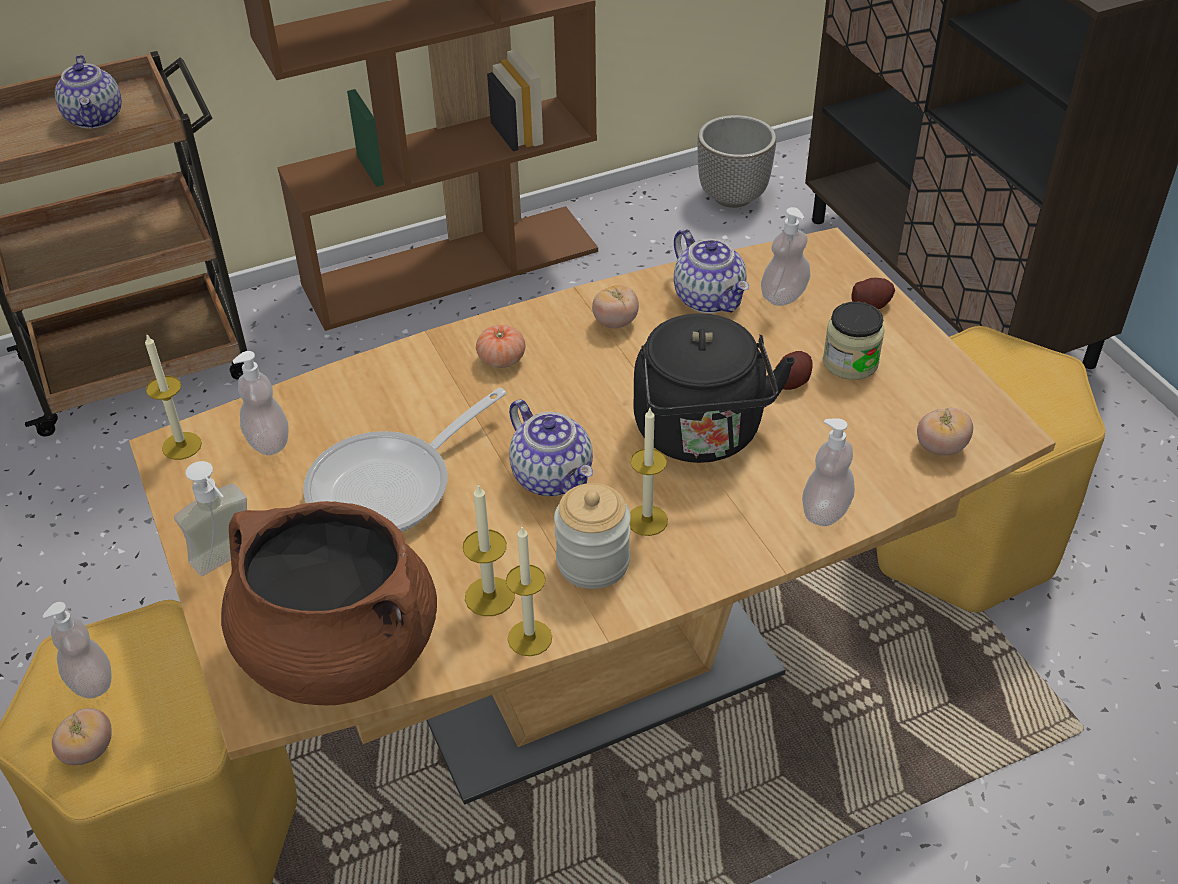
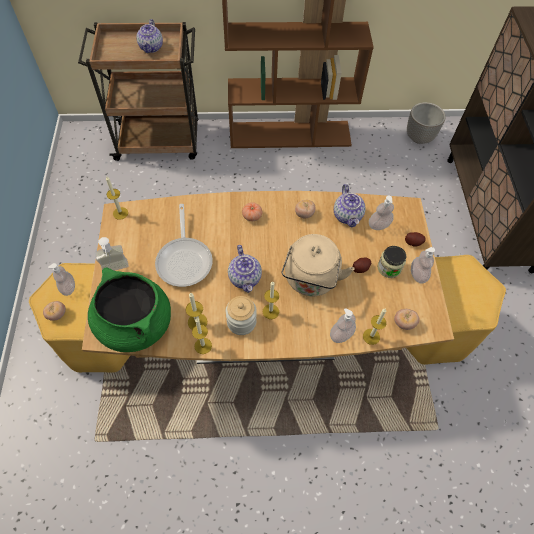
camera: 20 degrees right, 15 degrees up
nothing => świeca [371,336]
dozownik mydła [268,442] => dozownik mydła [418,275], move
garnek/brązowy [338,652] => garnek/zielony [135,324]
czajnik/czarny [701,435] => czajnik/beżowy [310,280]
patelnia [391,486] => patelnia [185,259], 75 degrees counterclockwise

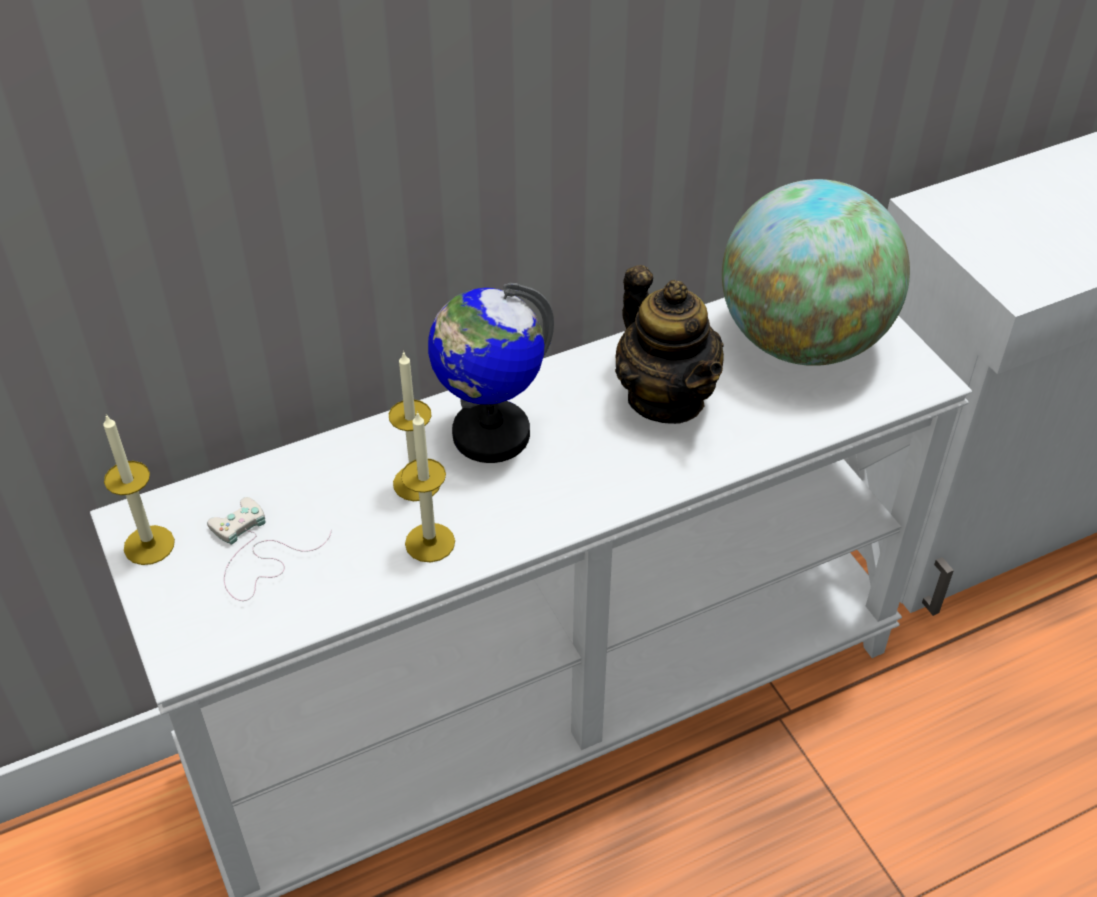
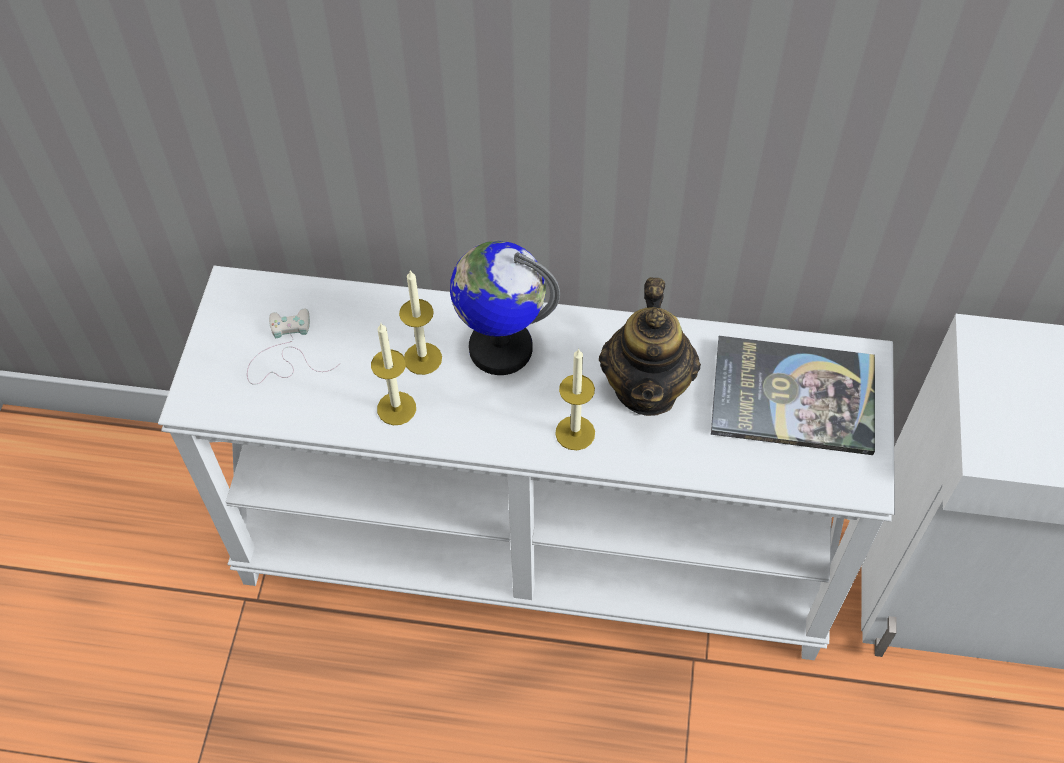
camera: 35 degrees right, 10 degrees up
świeca [149,545] => świeca [575,433], move
globus [801,340] => książka [793,396]

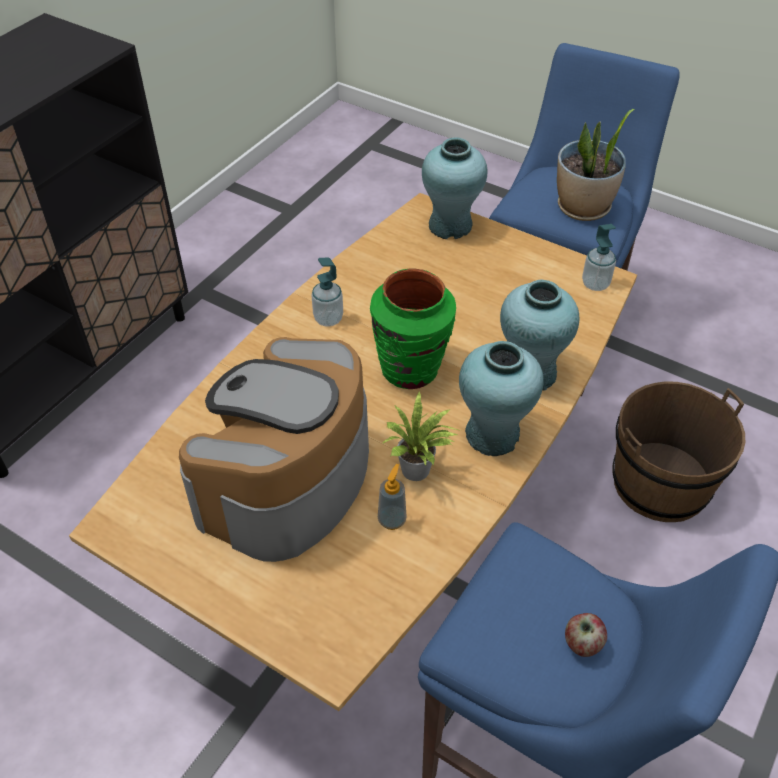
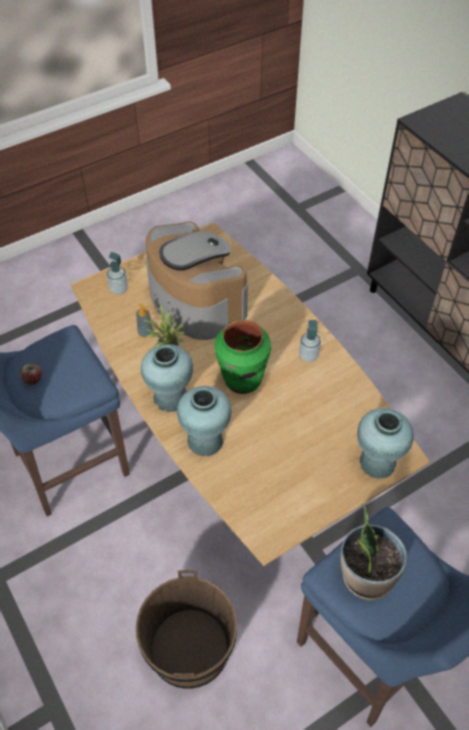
camera: 115 degrees right, 5 degrees up
dozownik mydła [595,284] => dozownik mydła [119,289], move

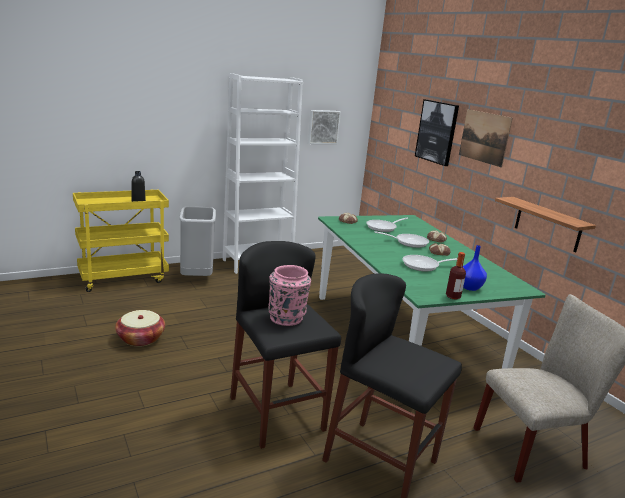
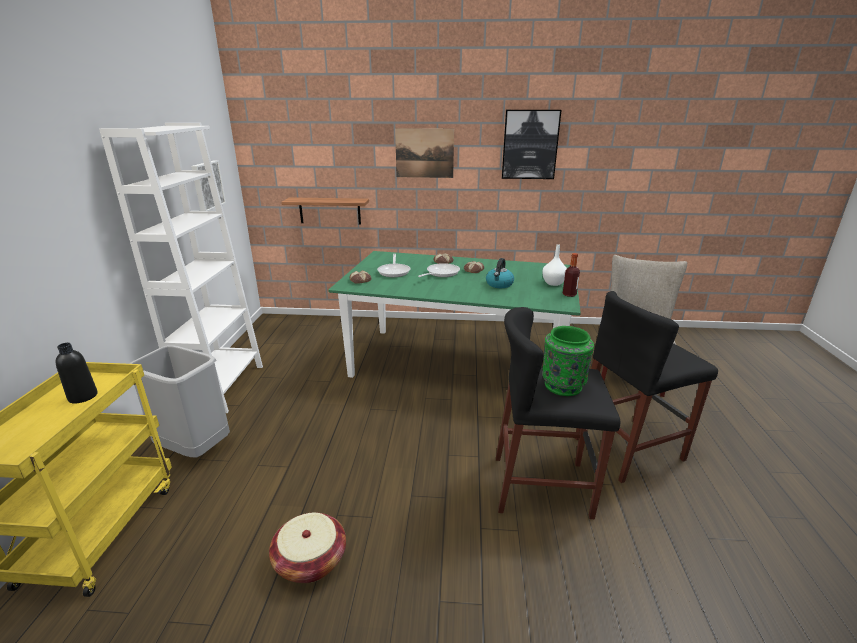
camera: 55 degrees left, 5 degrees up
obraz [437,132] => obraz [530,144], move
półka [547,224] => półka [330,210], move
patelnia [423,266] => czajnik [499,284]
wazon/różowy [287,318] => wazon/zielony [562,385]
wazon/niebieski [470,288] => wazon/biały [554,283]

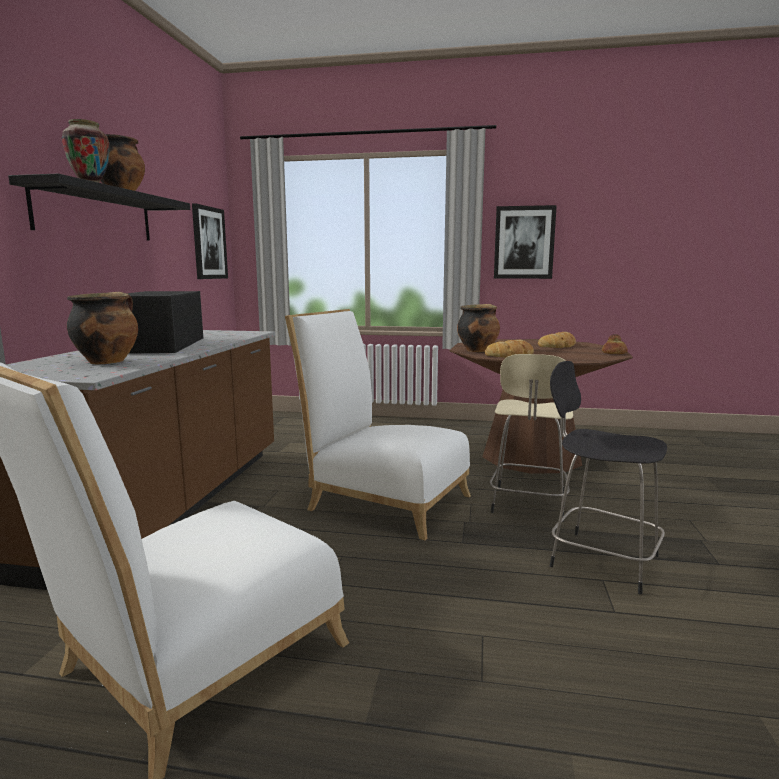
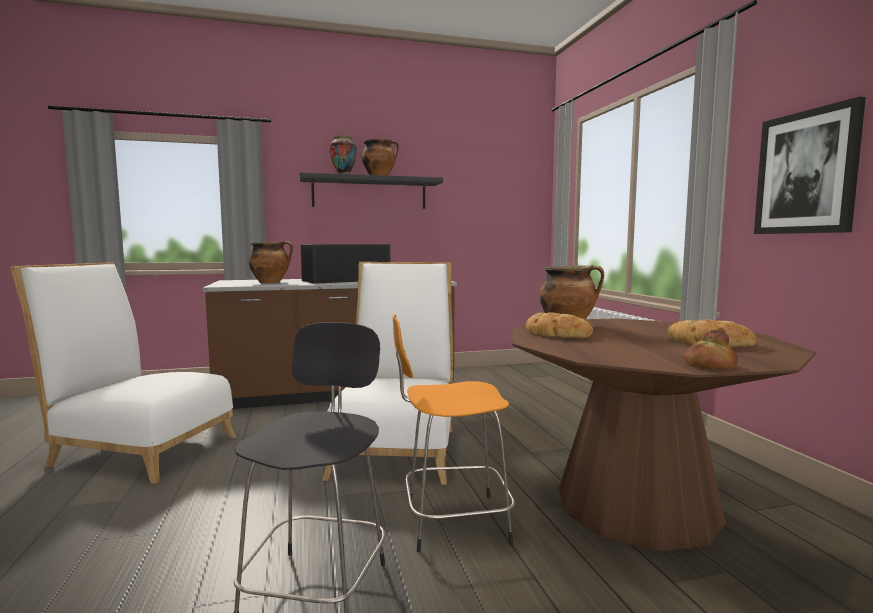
camera: 65 degrees right, 5 degrees down
obraz [209,243] => nothing
stołek/beżowy [528,504] => stołek/pomarańczowy [452,521]

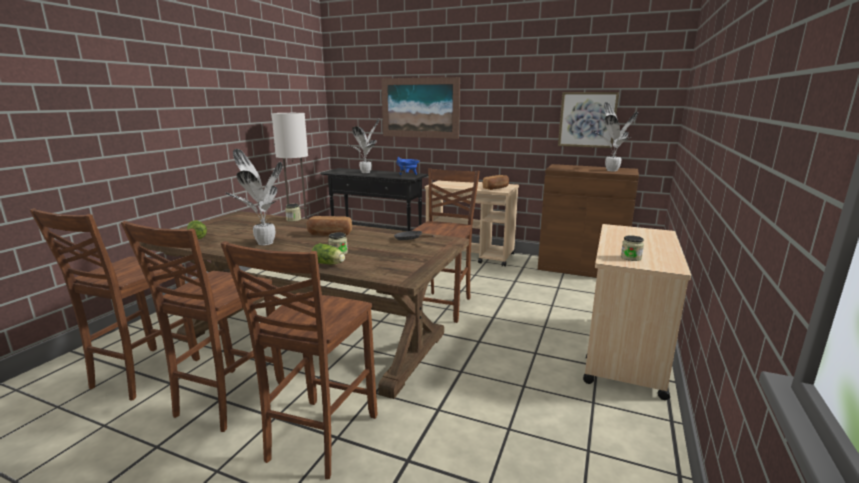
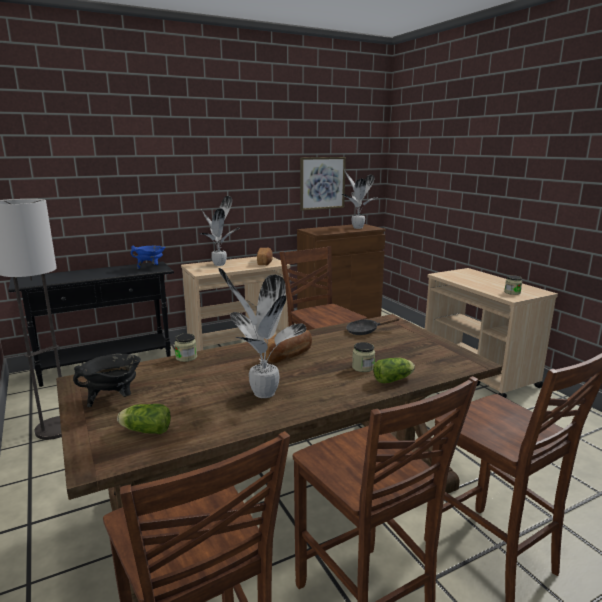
camera: 50 degrees left, 0 degrees up
obraz [420,108] => nothing
nothing => garnek/czarny [114,399]
roślina doniczkowa [366,172] => roślina doniczkowa [220,264], move

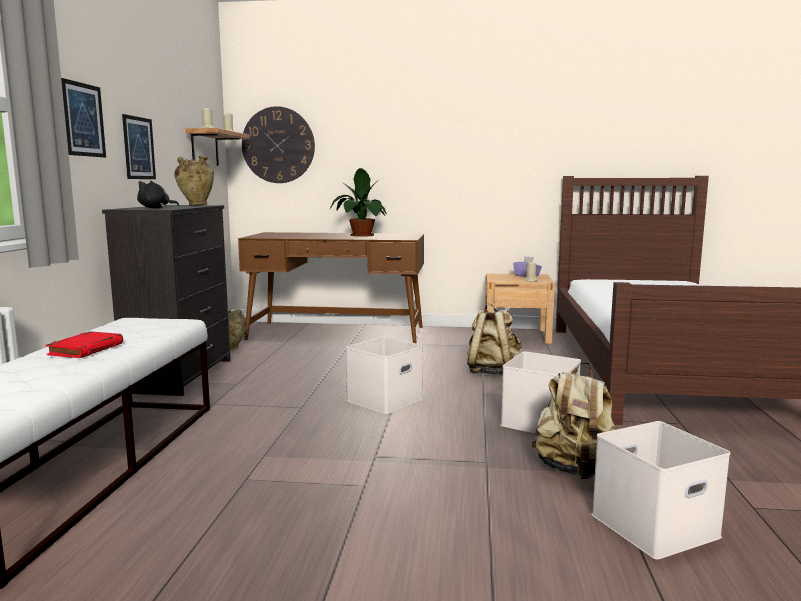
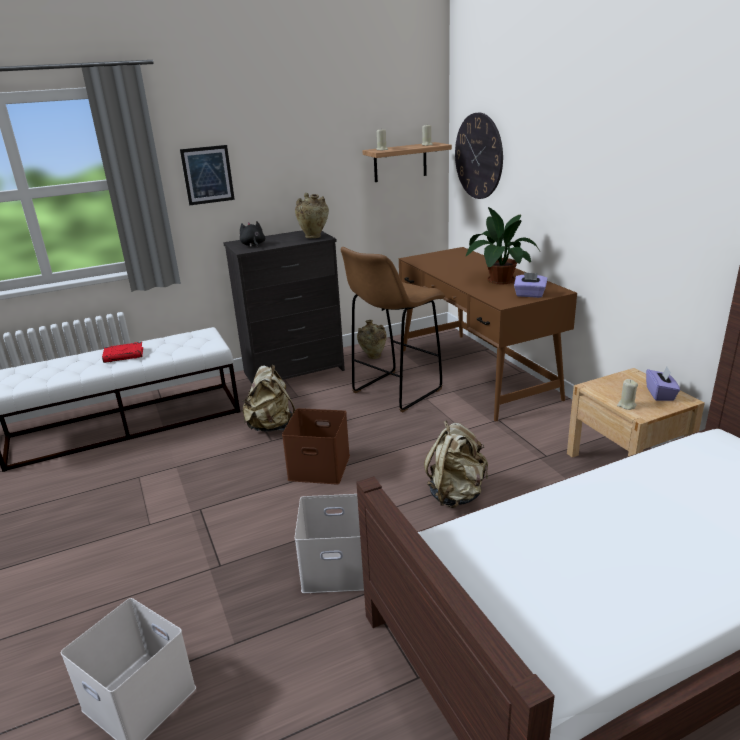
camera: 60 degrees right, 15 degrees up
obraz [139,148] => nothing
nothing => stołek/brązowy [395,392]
nothing => pudełko chusteczek/fioletowy [529,295]
plecak/beżowy [574,470] => plecak/beżowy [272,426], move
pojemnik do przechowywania/biały [384,400] => pojemnik do przechowywania/brązowy [318,468]

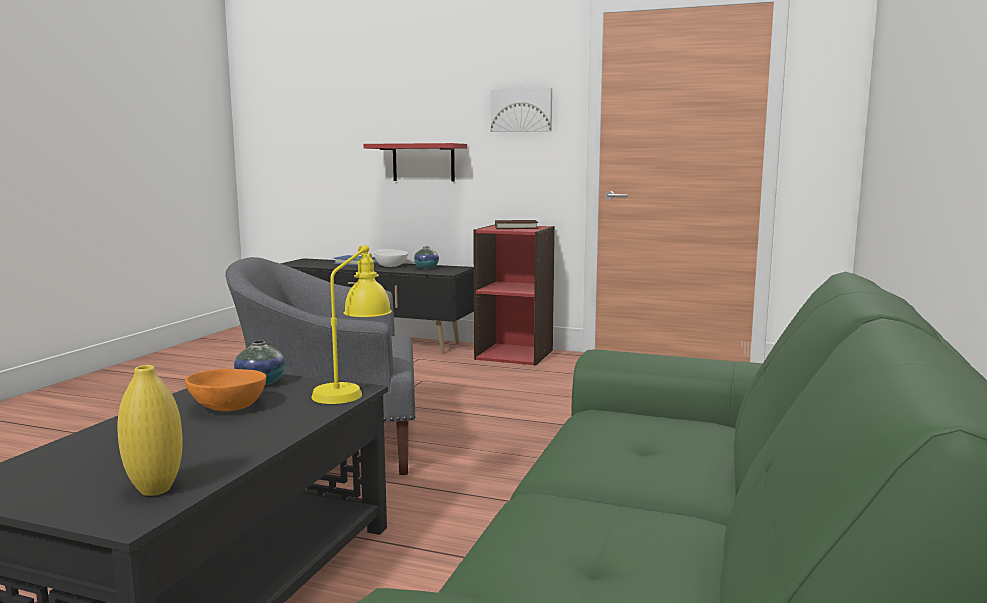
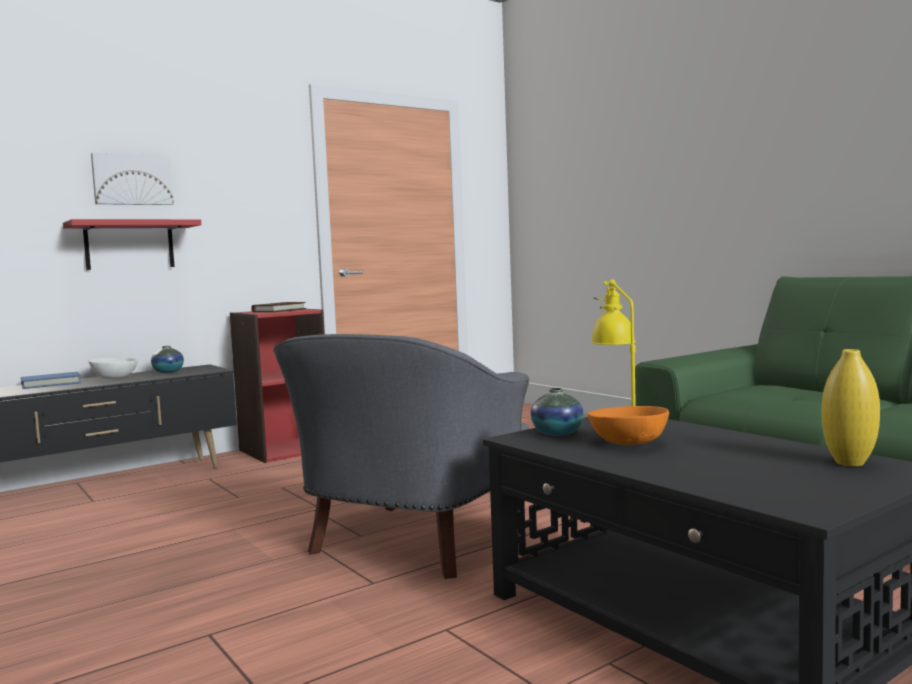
camera: 55 degrees left, 5 degrees down
obraz [522,110] => obraz [132,180], move

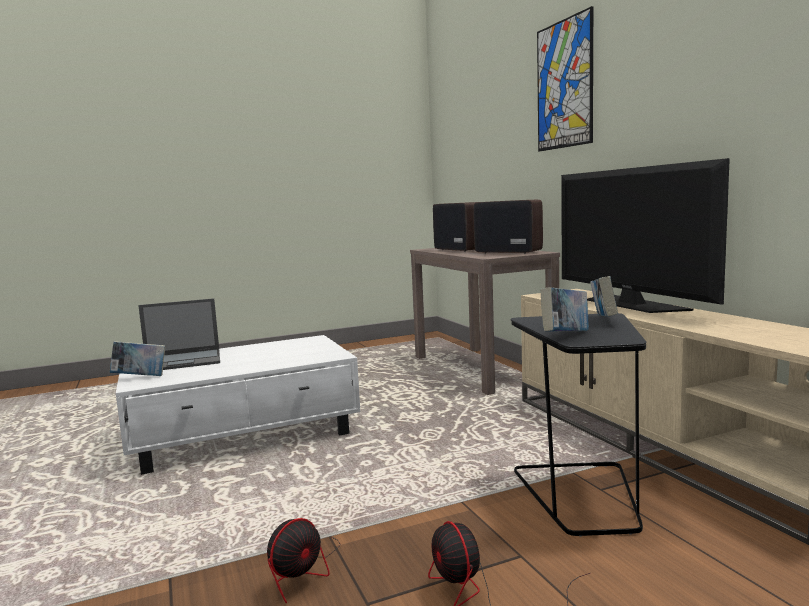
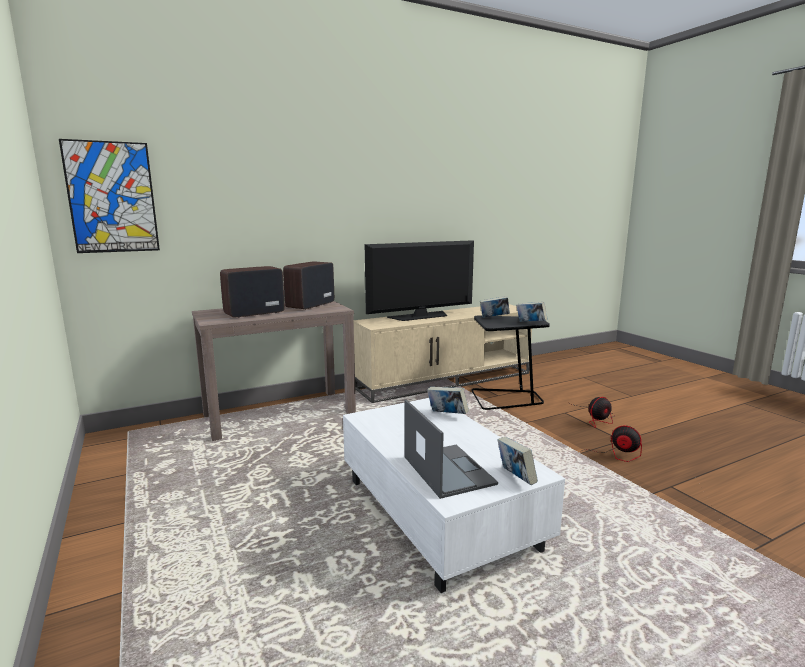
camera: 95 degrees left, 5 degrees up
nothing => książka [447,415]
obraz [564,84] => obraz [112,197], move

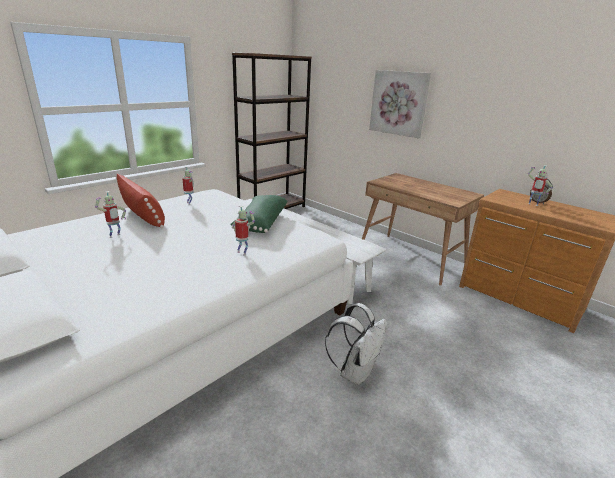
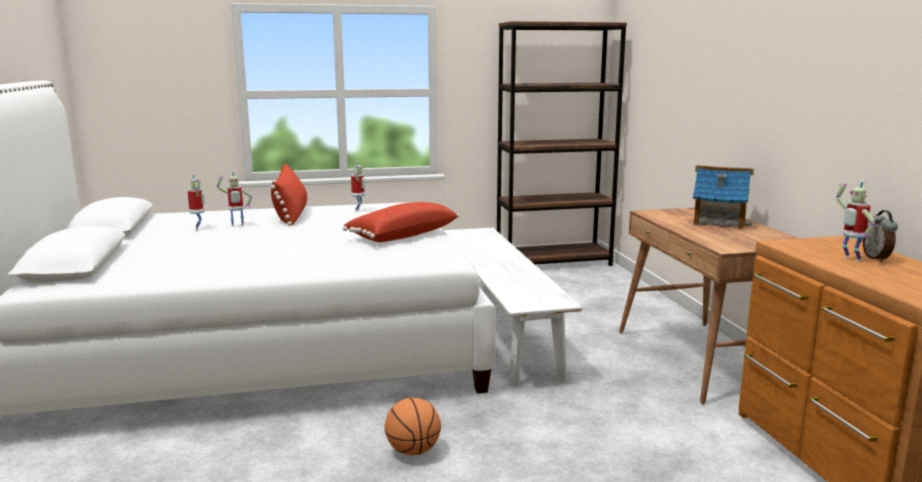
camera: 35 degrees right, 10 degrees down
obraz [399,103] => nothing
nothing => domek [718,221]
robot zabawkowy [243,253] => robot zabawkowy [199,229], move
plecak/biały [355,371] => piłka do koszykówki [413,451]
poduszka/zielony [260,222] => poduszka/czerwony [402,236]

